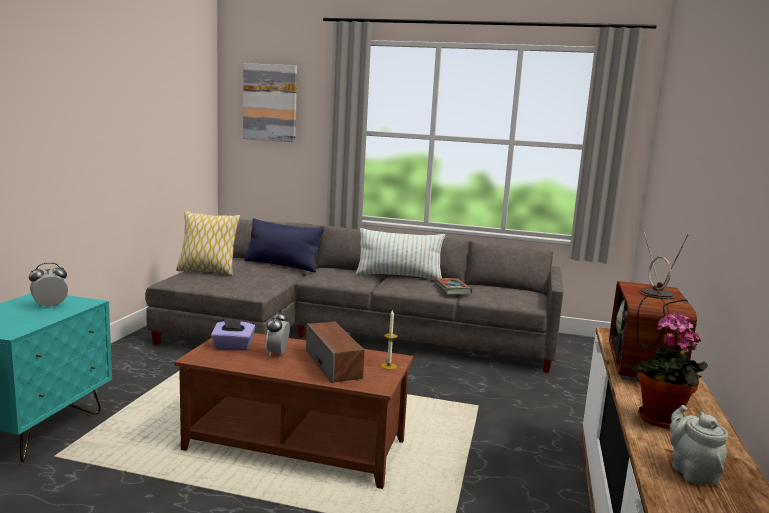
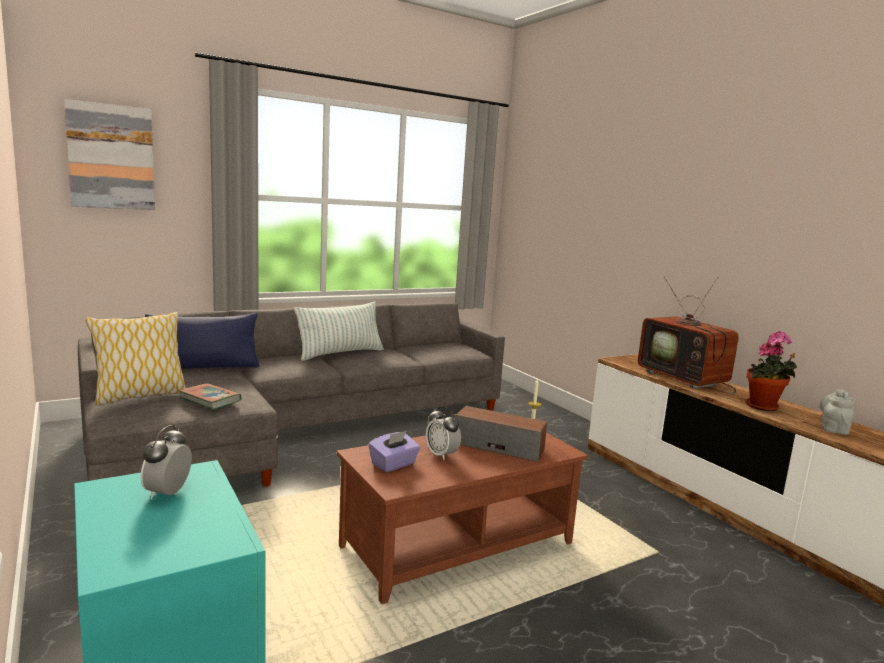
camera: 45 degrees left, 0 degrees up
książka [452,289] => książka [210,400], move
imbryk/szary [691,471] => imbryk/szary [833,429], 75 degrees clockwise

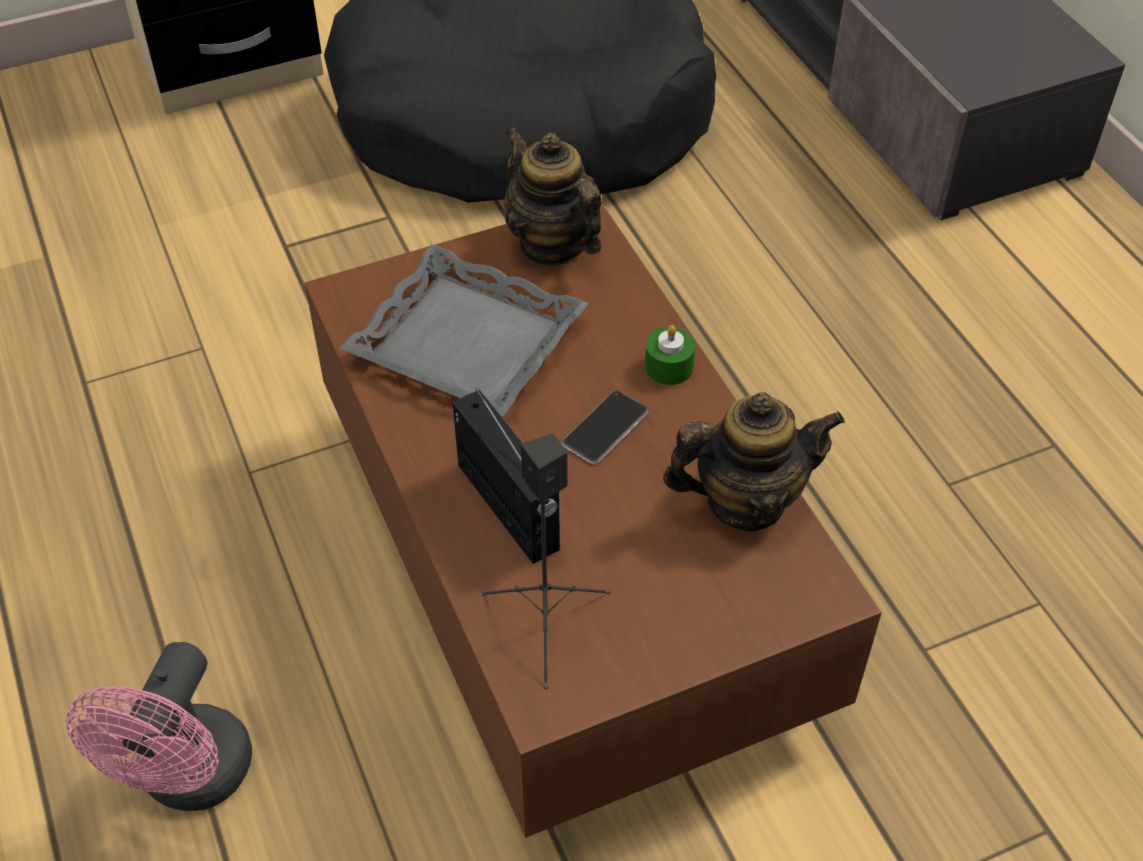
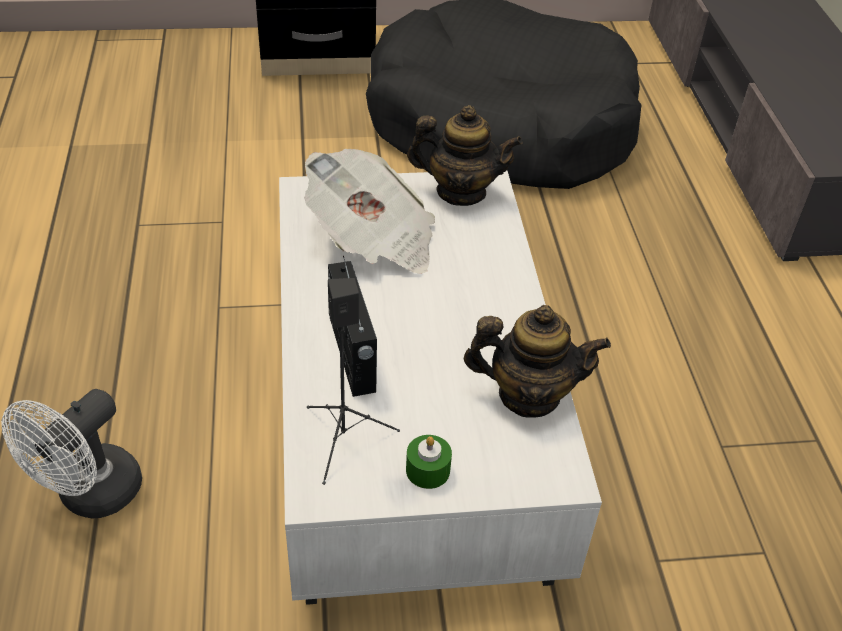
camera: 15 degrees right, 5 degrees down
telefon [605,428] => nothing
świeca/zielony [669,367] => świeca/zielony [428,470], move
taca/szary [468,341] => gazeta [373,240]
wentylator/różowy [190,780] => wentylator/biały [90,496]
ława/brązowy [565,560] => ława/biały [410,422]
imbryk [552,244] => imbryk [460,192], 120 degrees clockwise

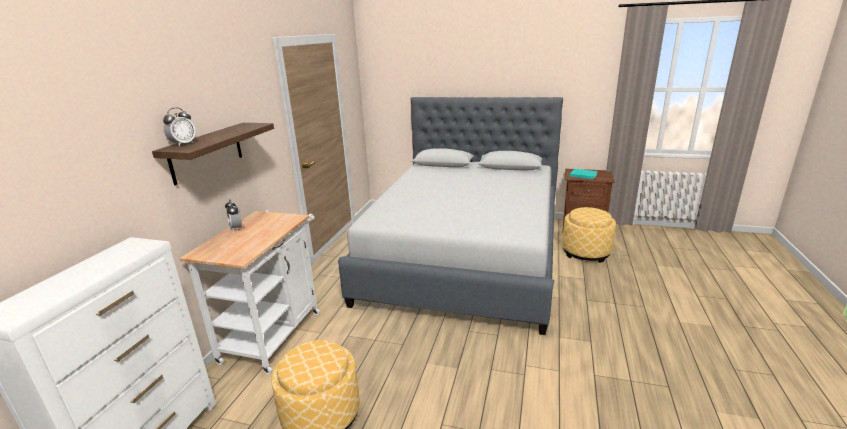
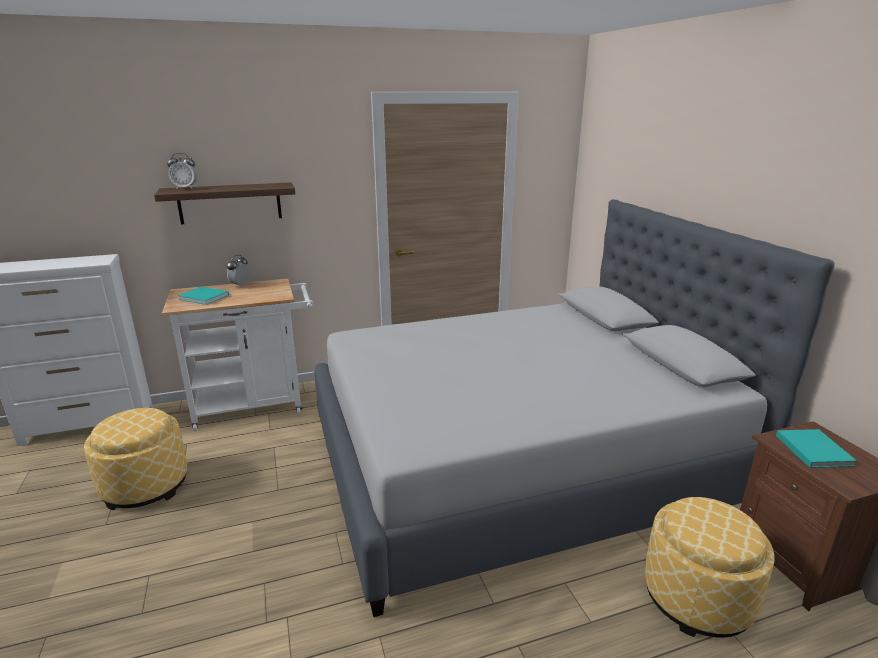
camera: 55 degrees right, 0 degrees up
nothing => książka/turkusowy [205,297]

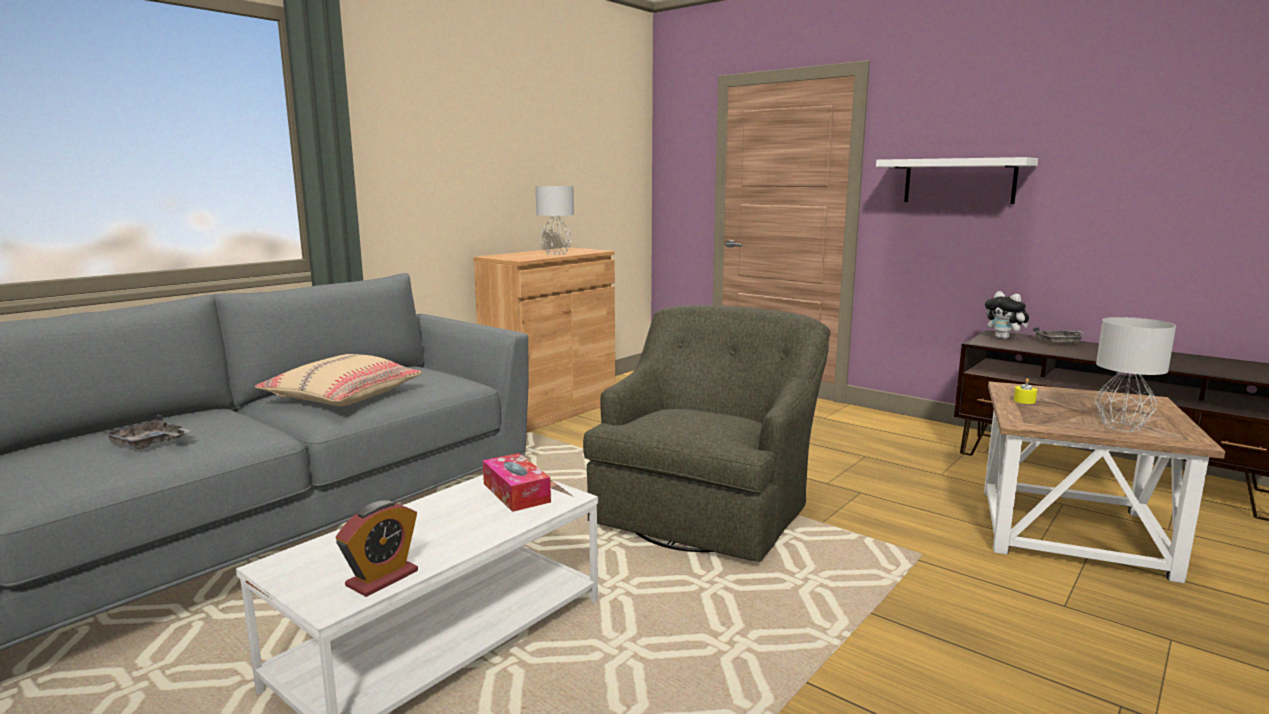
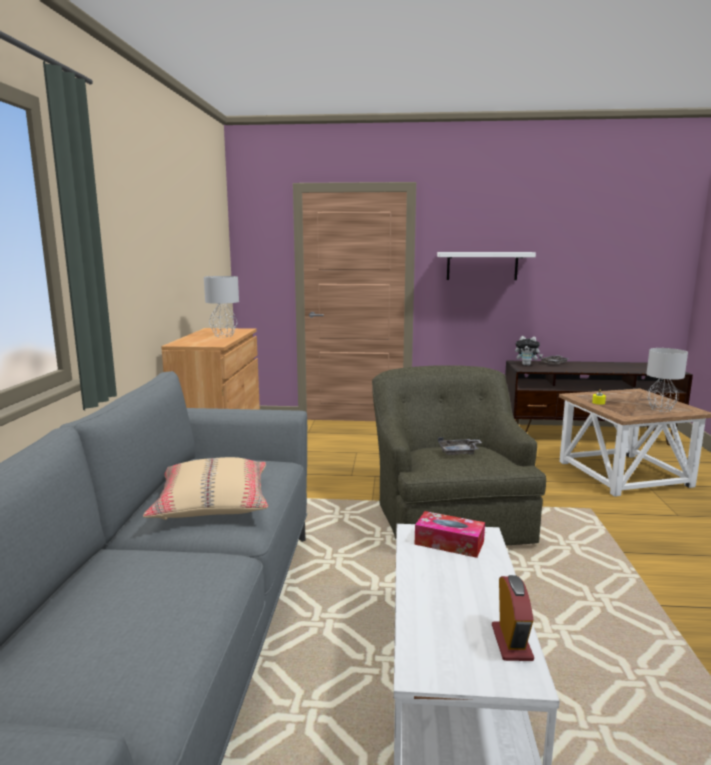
camera: 35 degrees left, 0 degrees up
taca/szary [150,443] => taca/szary [459,452], move

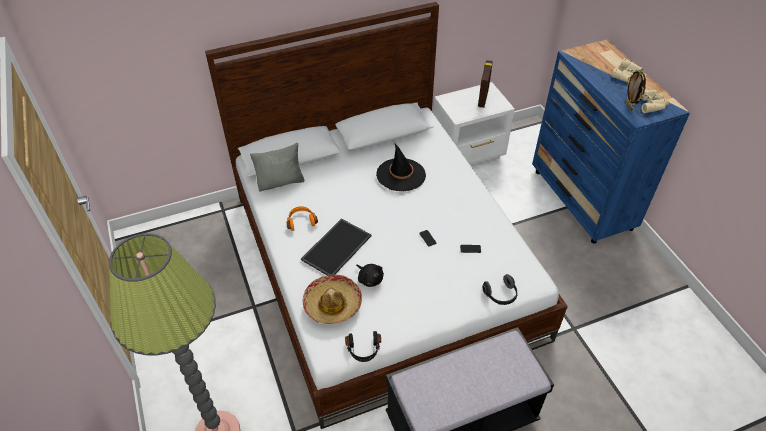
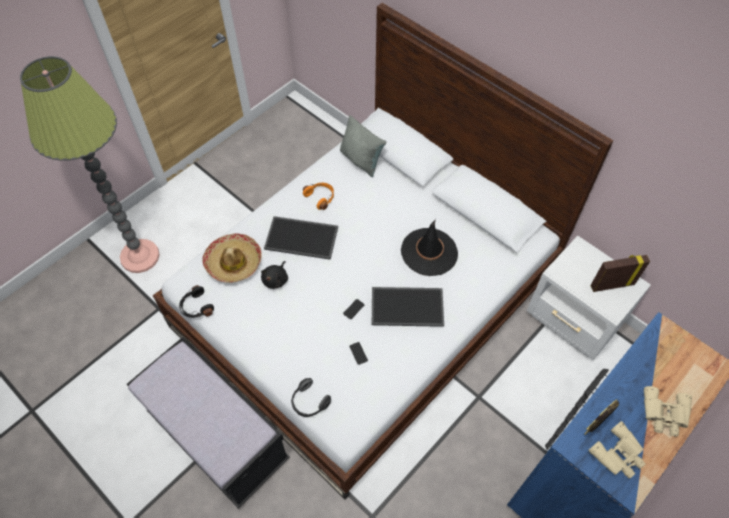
camera: 65 degrees right, 10 degrees up
nothing => taca [408,306]

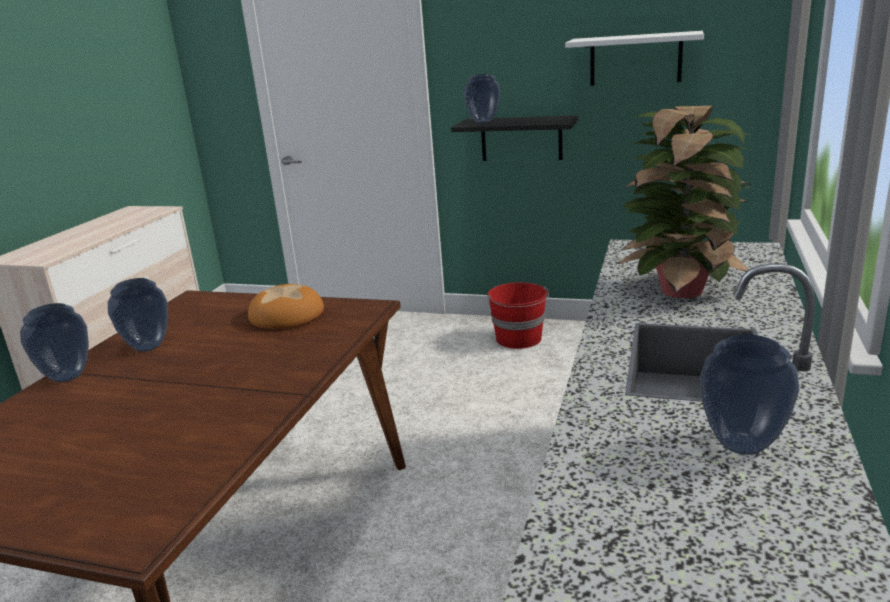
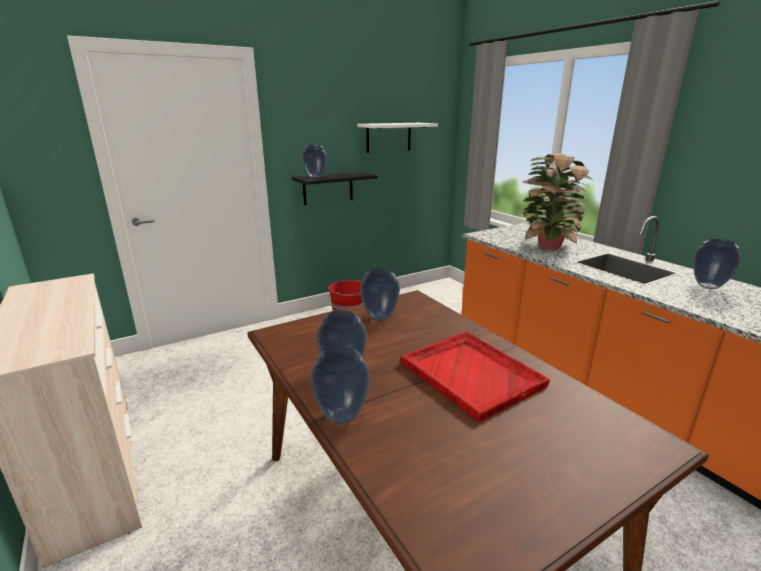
camera: 50 degrees left, 0 degrees up
nothing => taca/czerwony [470,373]
chleb [287,315] => wazon [380,317]

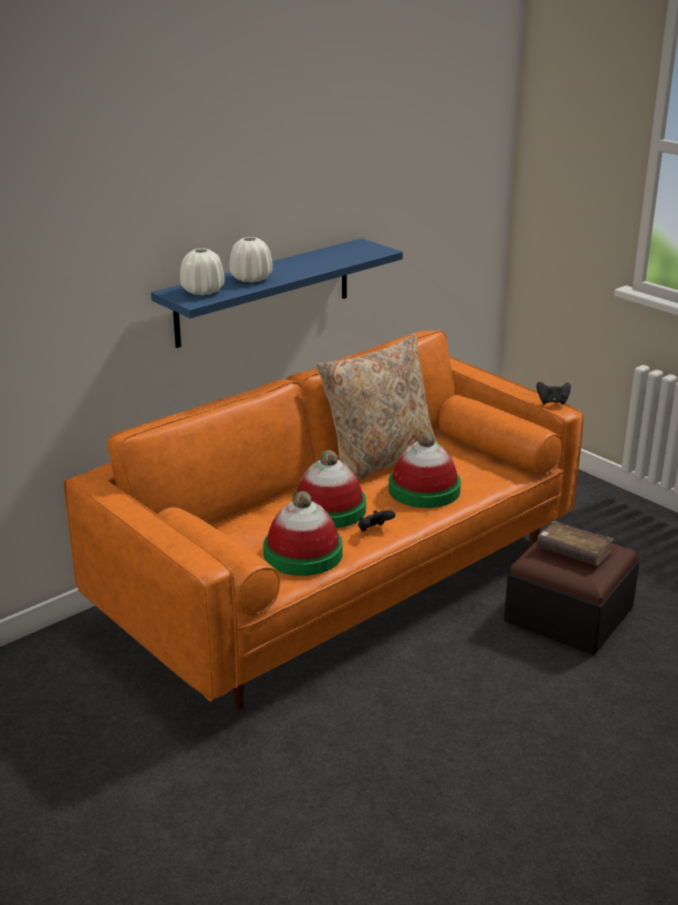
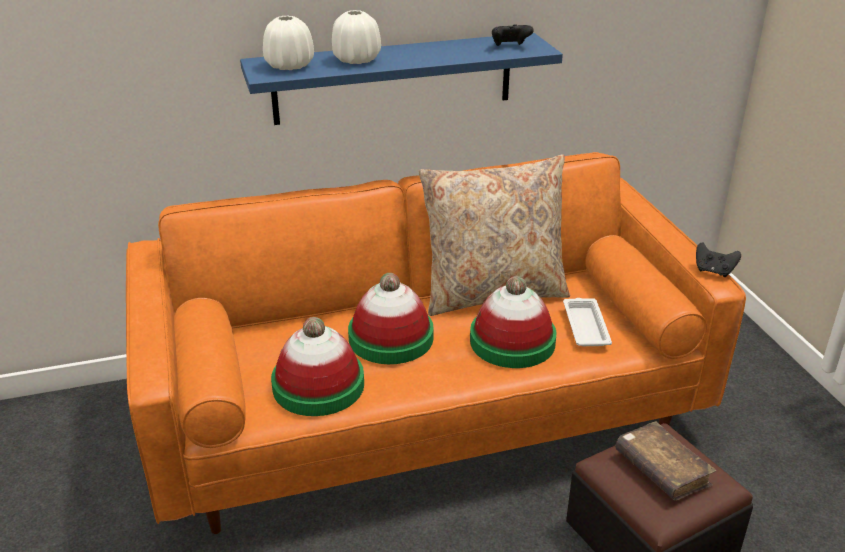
camera: 25 degrees right, 5 degrees up
nothing => taca/biały [585,326]
pad do gier/czarny [374,530] => pad do gier/czarny [510,47], move

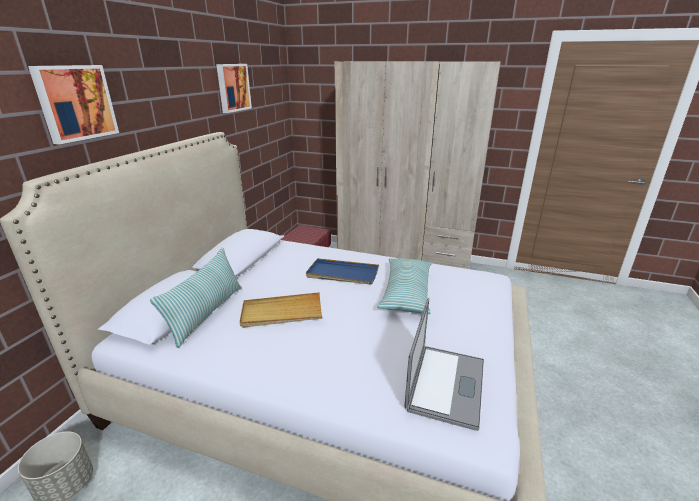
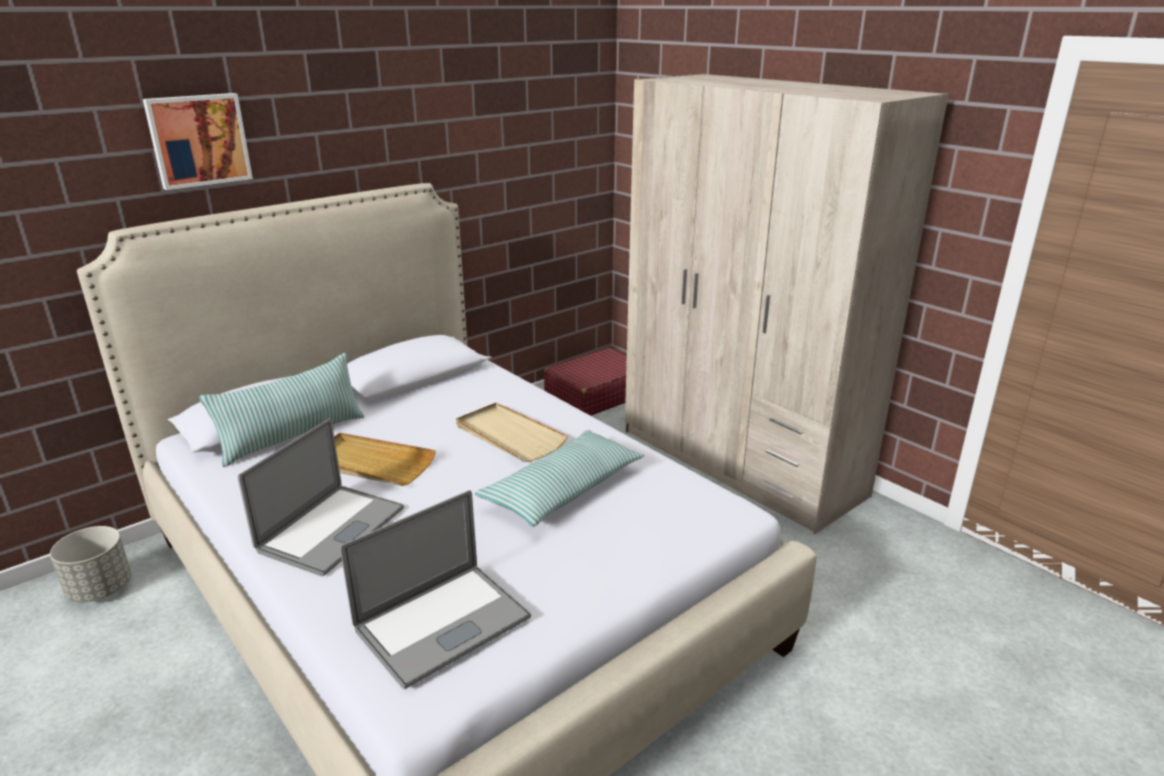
camera: 30 degrees right, 0 degrees up
obraz [232,87] => nothing
nothing => laptop [332,529]
taca/niebieski [342,274] => taca/beżowy [509,436]

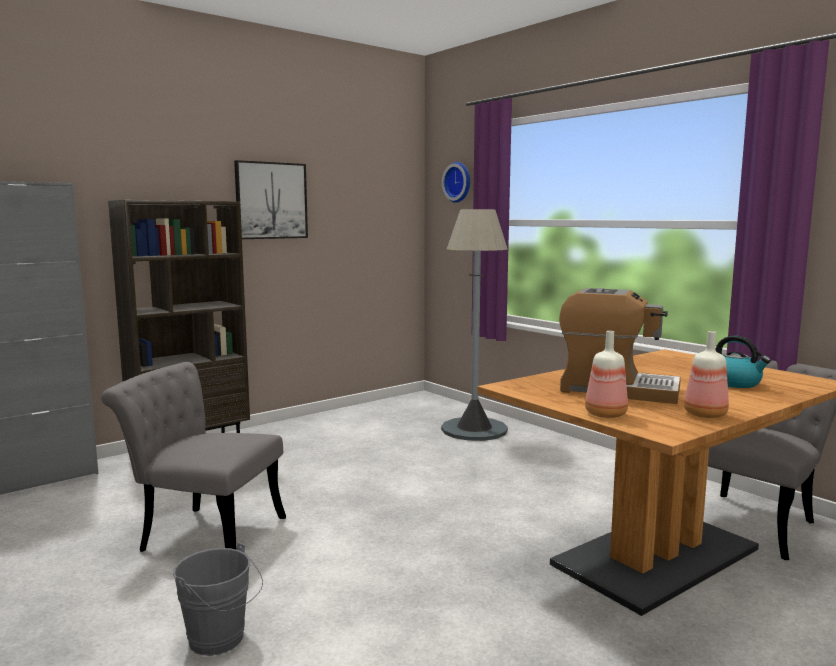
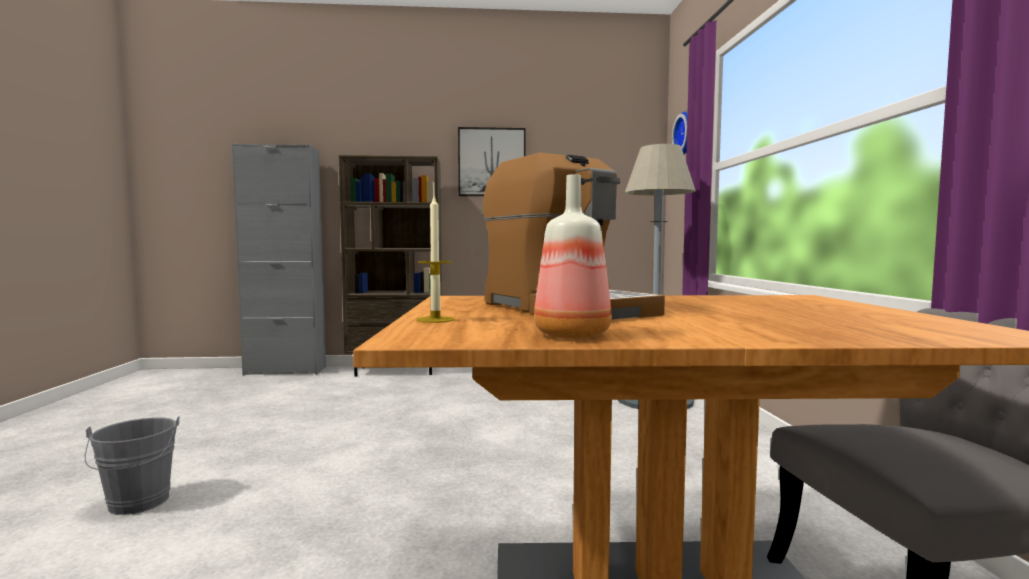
camera: 35 degrees right, 5 degrees down
krzesło/szary [203,533] => nothing
czajnik [735,383] => nothing
butelka [606,415] => świeca [435,319]

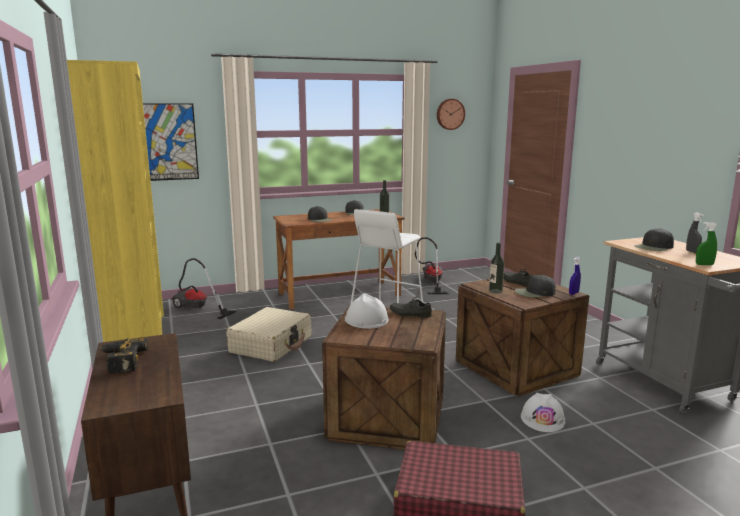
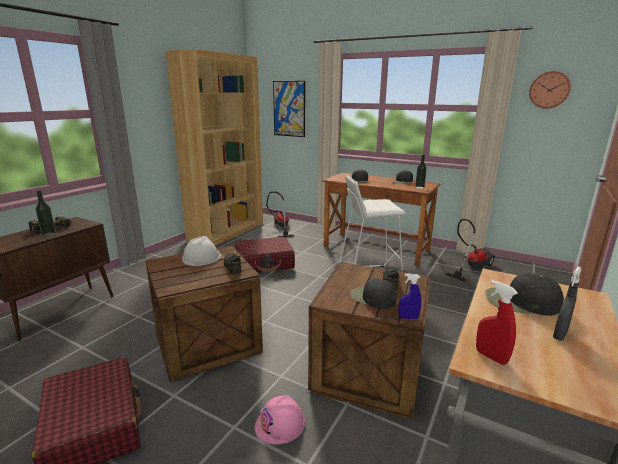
camera: 50 degrees right, 5 degrees up
butelka [495,291] => butelka [49,234], move
regał/żółty [136,336] => regał/brązowy [227,231]
walizka/beżowy [271,344] => walizka/czerwony [265,263]
kask/biały [542,419] => kask/różowy [280,424]
spryskiwacz/zielony [704,264] => spryskiwacz/czerwony [491,357]

